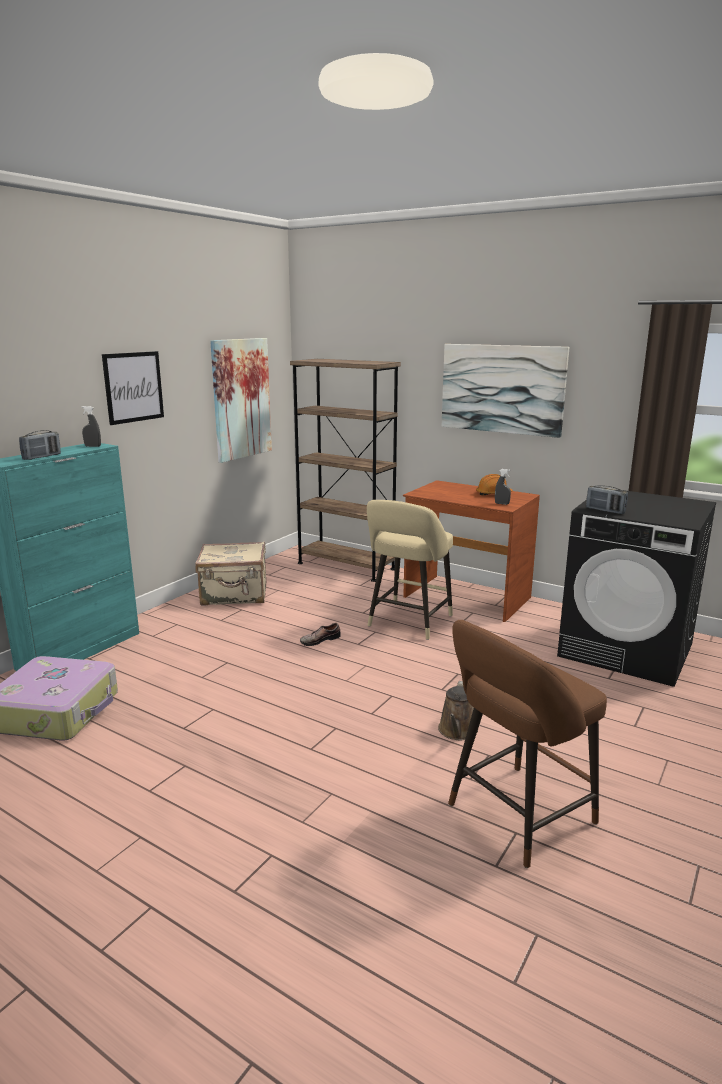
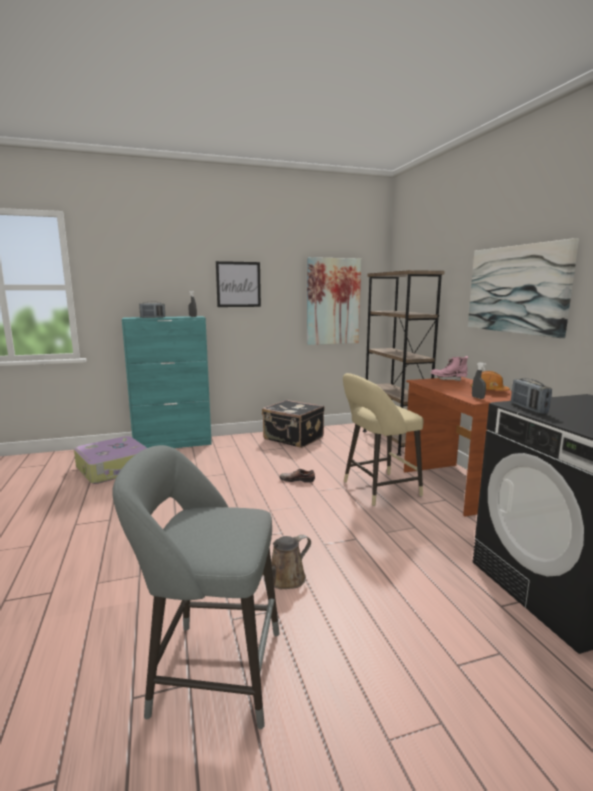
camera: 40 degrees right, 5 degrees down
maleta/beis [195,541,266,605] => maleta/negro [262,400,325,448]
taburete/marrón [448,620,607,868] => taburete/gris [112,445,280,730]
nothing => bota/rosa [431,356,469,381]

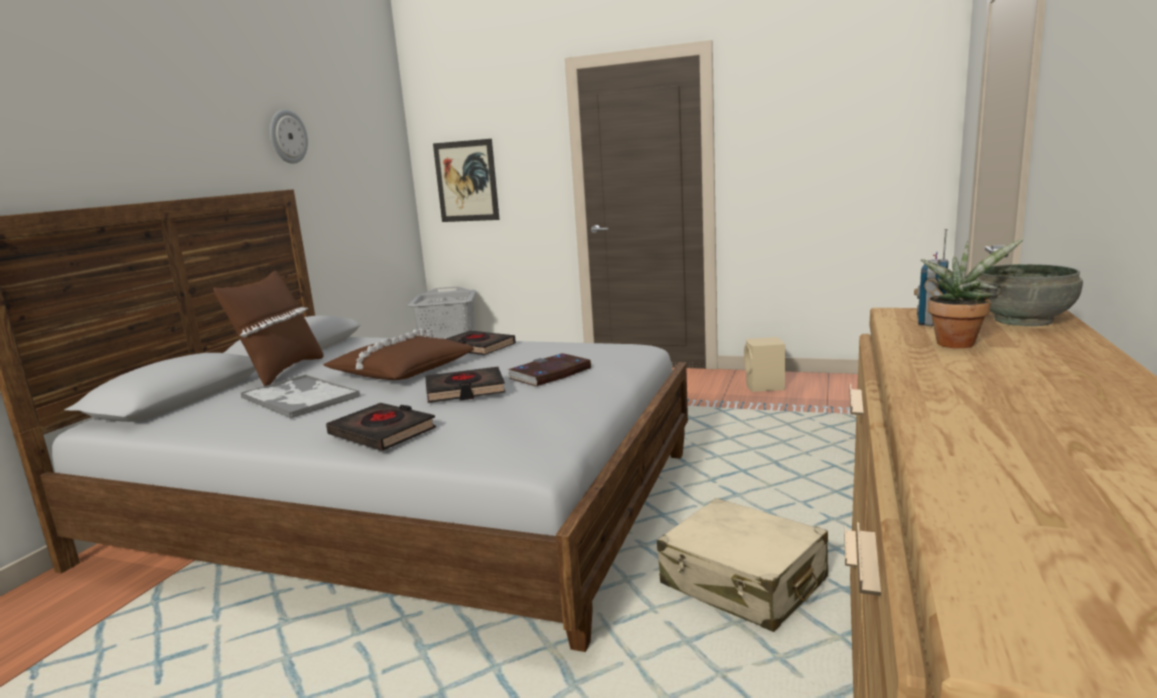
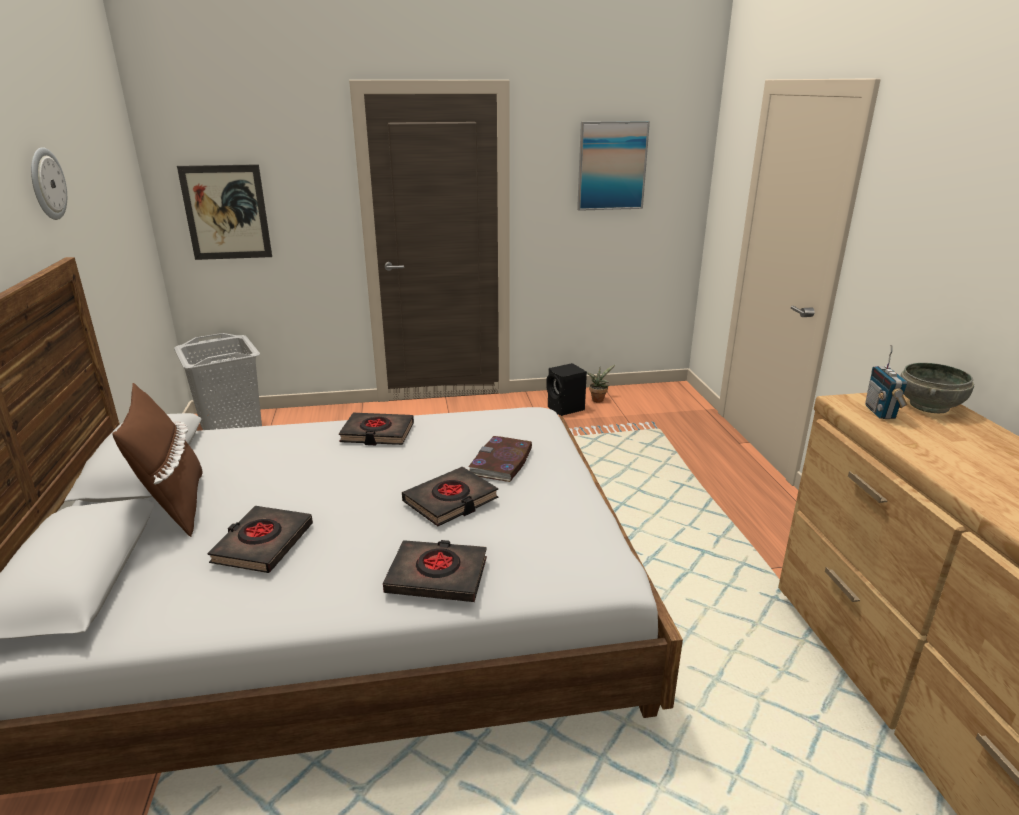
camera: 30 degrees left, 10 degrees up
bandeja [240,374,361,419] => libro/negro [207,506,313,573]
cojín/marrón [323,329,474,380] => nothing
maleta/beis [657,498,828,632] => nothing
altavoz/beis [744,337,785,392] => altavoz/negro [546,363,587,416]
planta en maceta [921,239,1024,348] => planta en maceta [587,364,616,402], relocated
nothing => cuadro [577,121,650,211]

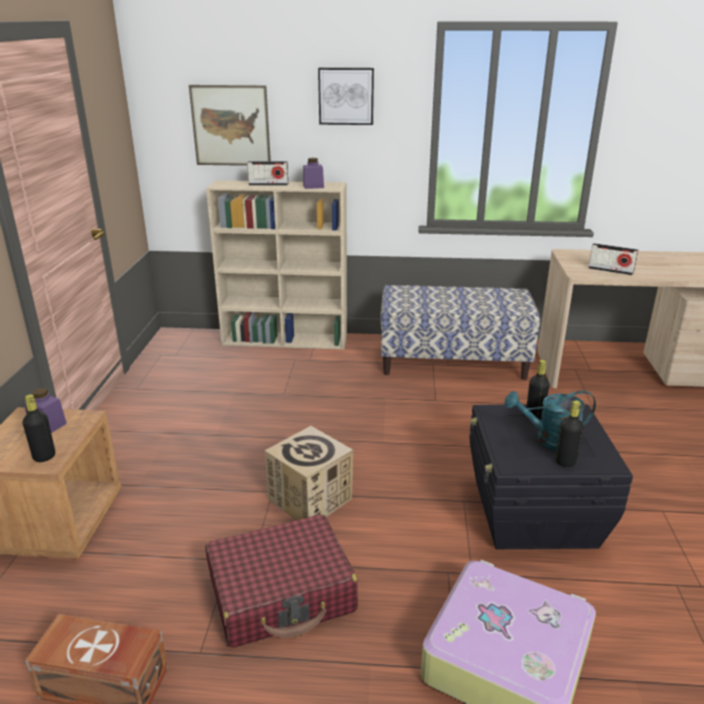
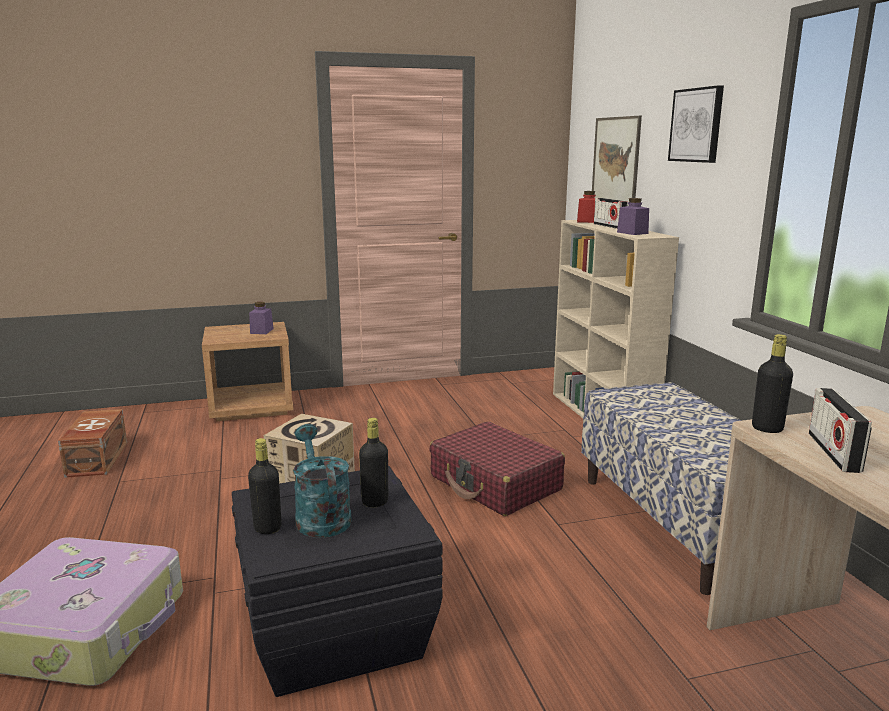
camera: 70 degrees right, 10 degrees down
botella/negro [23,394,55,462] => botella/negro [752,334,793,433], relocated
maleta/rojo [205,514,358,648] => maleta/rojo [429,421,565,516], relocated
nothing => tarro/rojo [577,191,596,223]

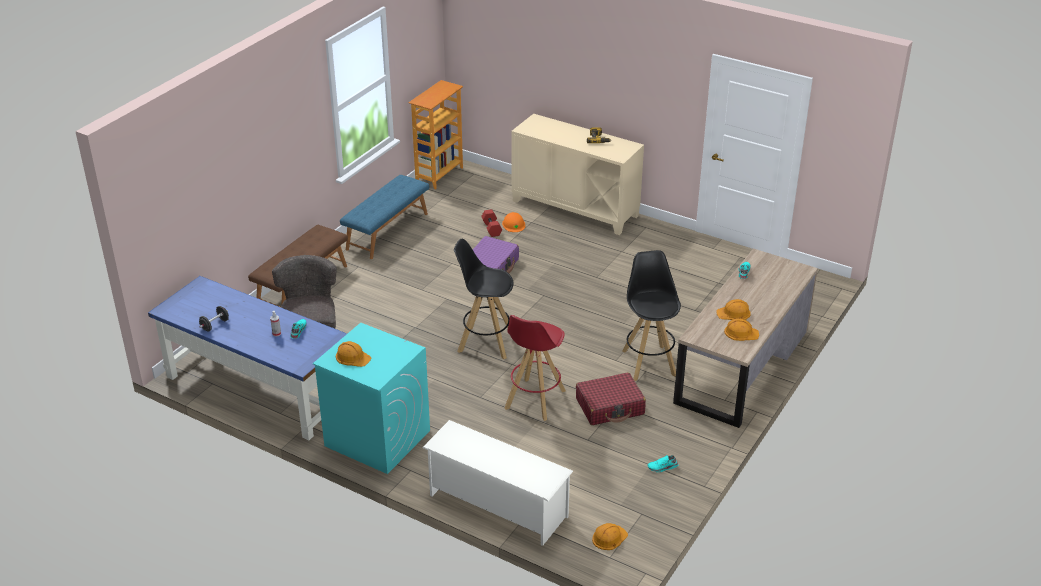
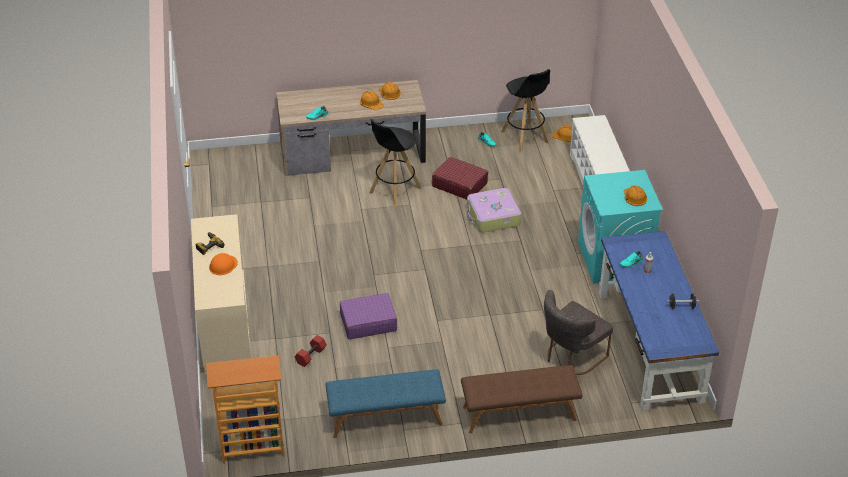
camera: 130 degrees left, 5 degrees up
taburete/negro [454,239,514,359] => taburete/negro [501,69,550,152], relocated
casco/naranja [502,212,525,232] => casco/naranja [209,253,238,275], relocated
taburete/rojo [505,315,566,421] => maleta [467,188,521,233]

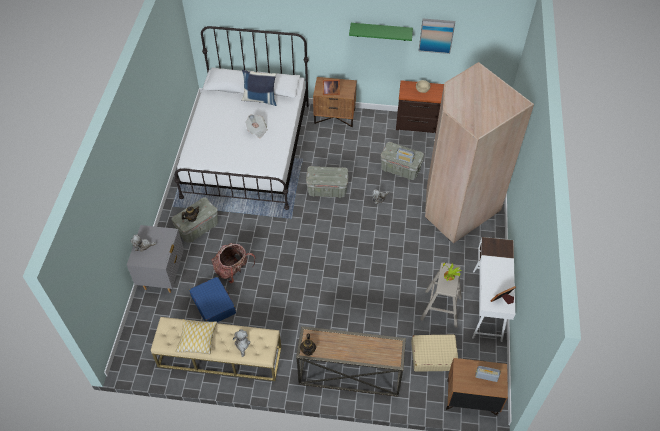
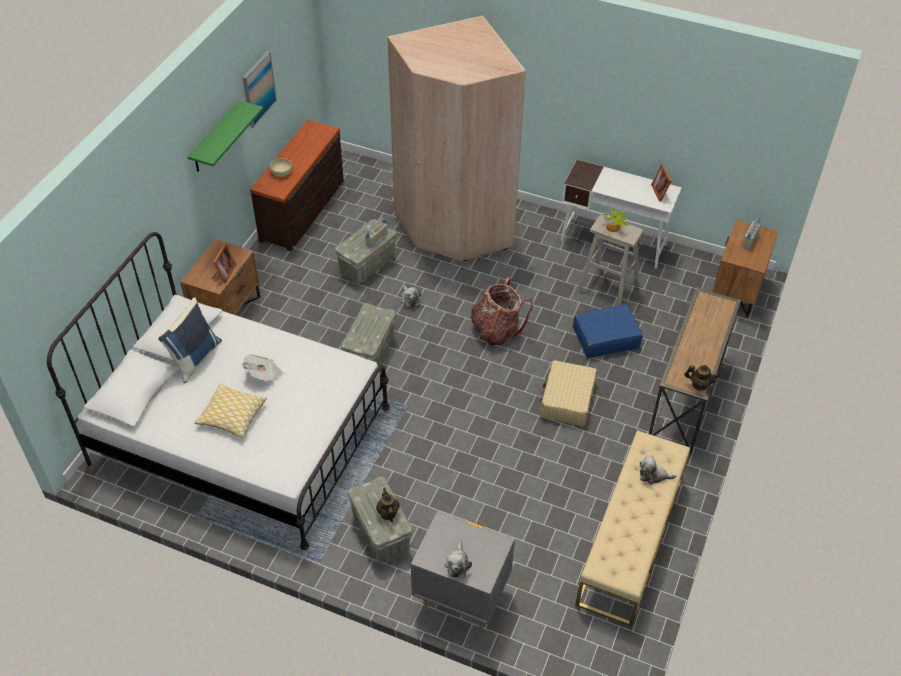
camera: 75 degrees left, 5 degrees down
cojín [175,319,217,355] => cojín [194,384,267,438], relocated
maleta/azul [189,277,236,322] => maleta/azul [573,304,643,358], relocated
mochila [211,243,256,283] => mochila [471,277,533,346], relocated
maleta/beis [411,334,458,372] => maleta/beis [540,360,597,426], relocated

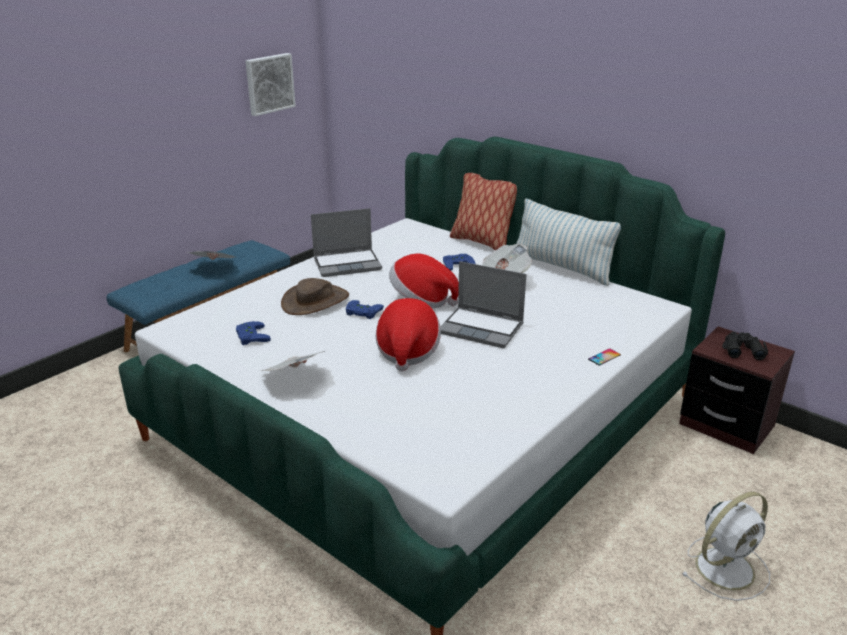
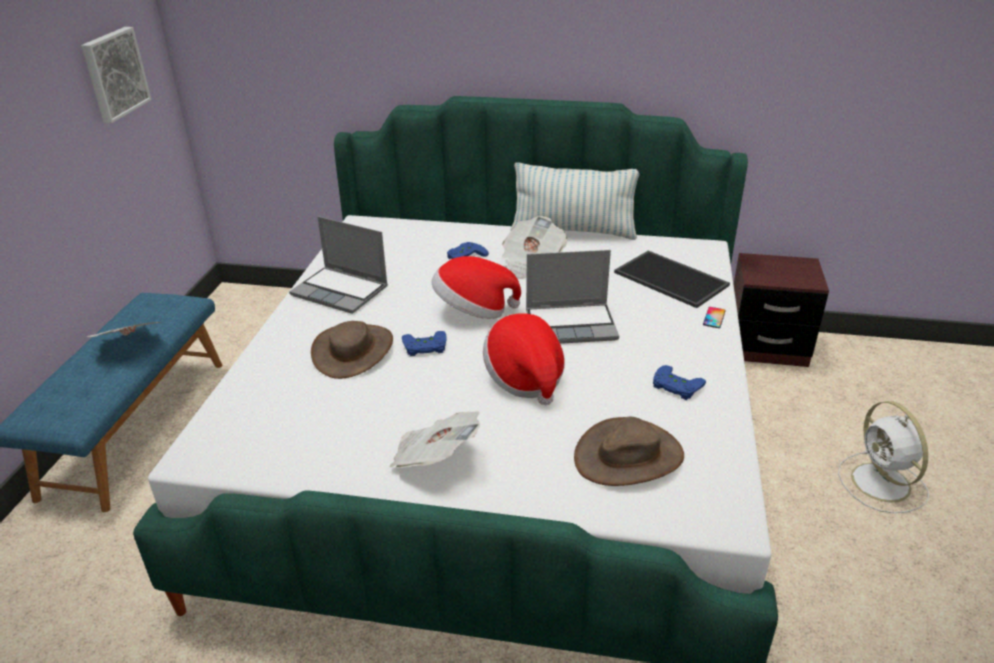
camera: 30 degrees left, 5 degrees up
mando de consola/azul [236,321,271,345] => mando de consola/azul [653,365,706,400], relocated
portátil [311,208,382,277] => portátil [289,216,388,314], 75 degrees clockwise
cojín [450,173,517,250] => nothing
ventilador/blanco [681,492,770,601] => ventilador/blanco [838,401,929,513], 135 degrees clockwise
prismáticos/negro [722,332,768,360] => nothing
nothing => sombrero/marrón [574,417,684,486]
nothing => bandeja [614,251,730,308]

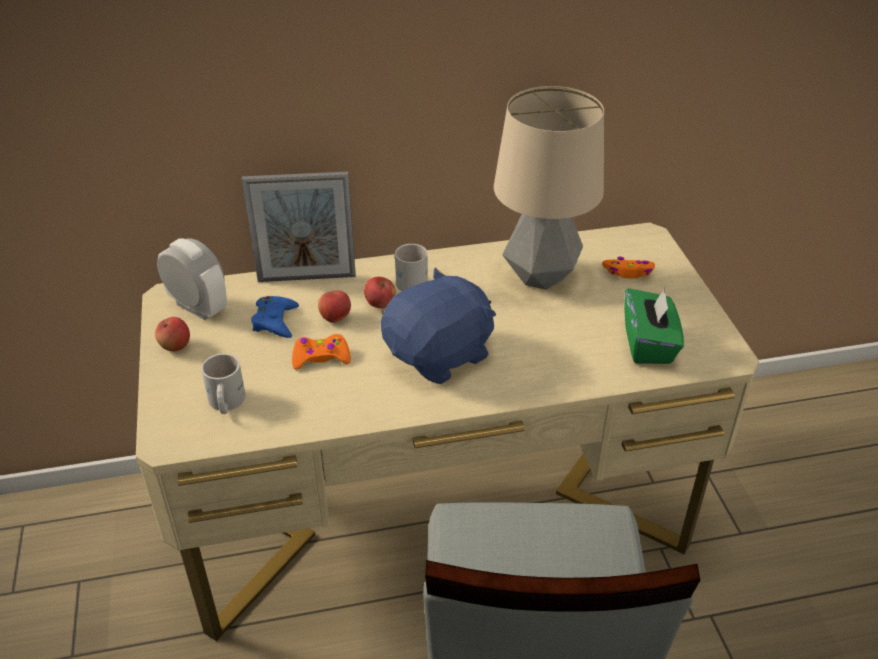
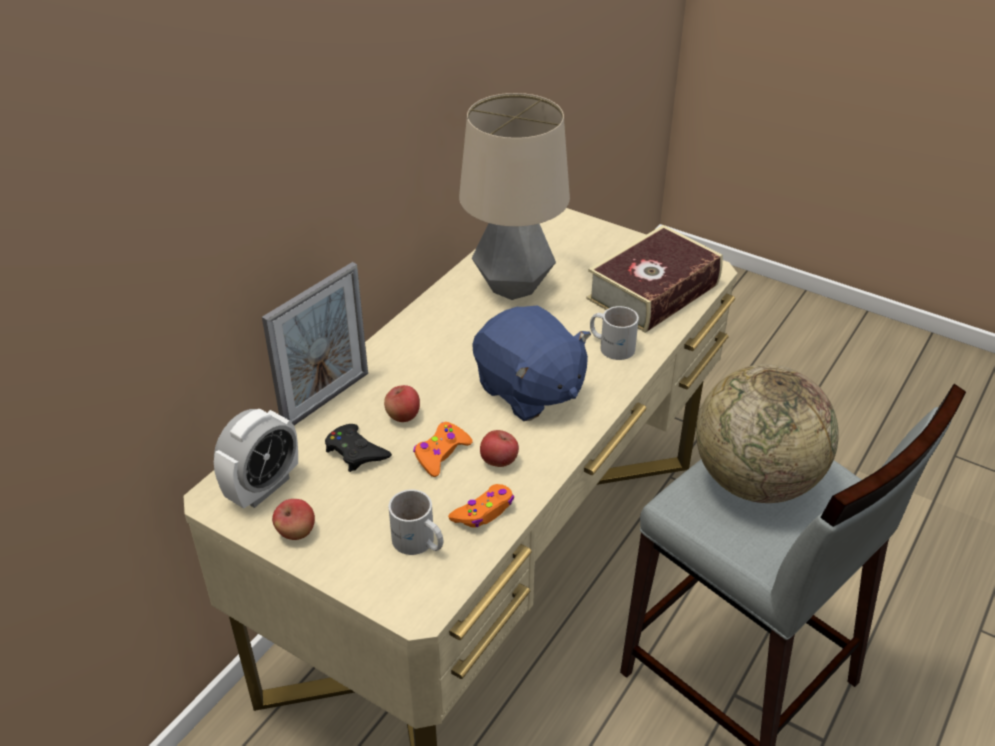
camera: 45 degrees left, 0 degrees up
despertador [157,239,227,320] => despertador [214,409,298,509], 135 degrees clockwise
mando de consola/azul [251,296,299,338] => mando de consola/negro [325,424,392,472]
manzana [364,277,396,308] => manzana [480,430,519,467], relocated
peluche/azul [381,268,496,384] => peluche/azul [472,305,591,421], 135 degrees clockwise
taza grande/blanco [395,244,428,291] => taza grande/blanco [590,306,639,360], relocated
mando de consola/naranja [602,257,655,278] => mando de consola/naranja [448,484,514,528], relocated
caja de pañuelos/verde [624,288,684,364] => libro [587,225,723,333]
nothing => globo terráqueo [696,364,839,503]

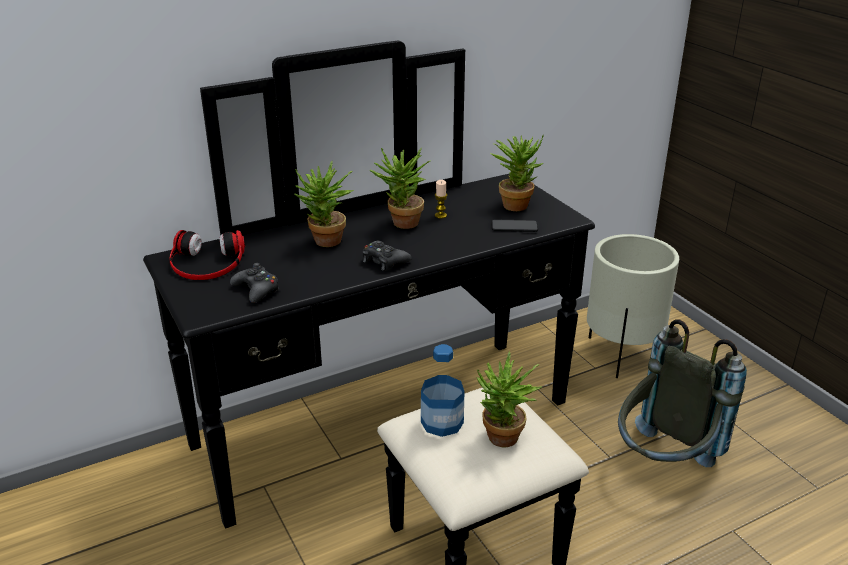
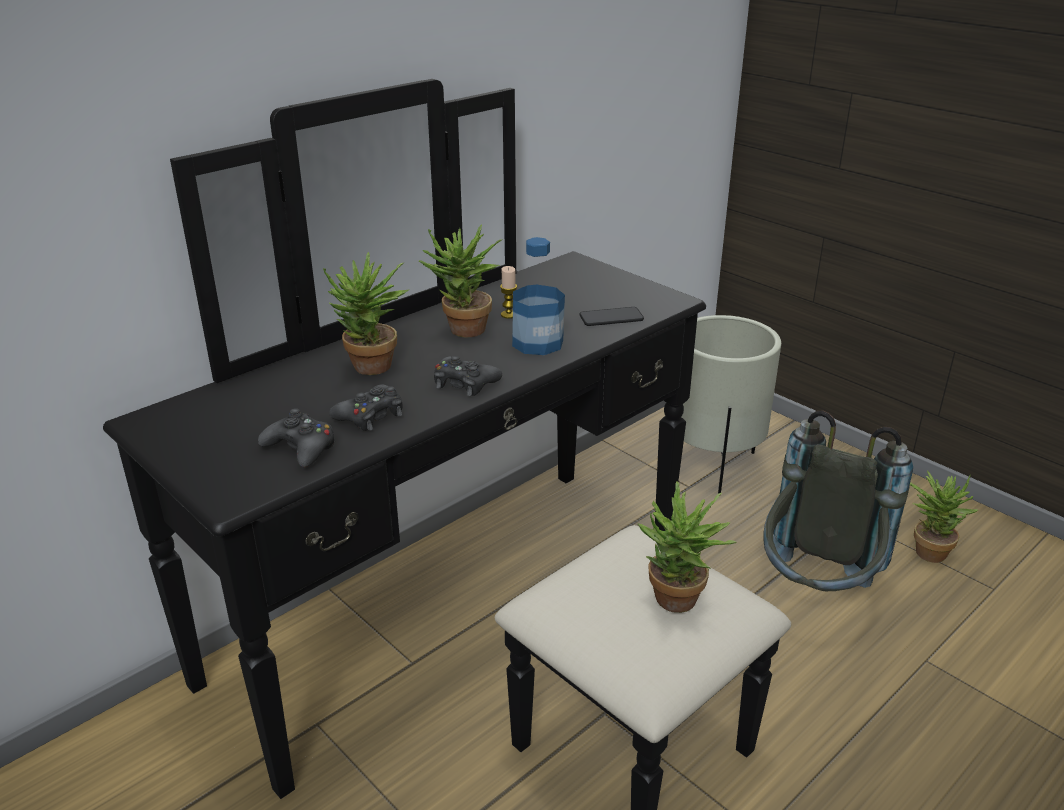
camera: 15 degrees left, 0 degrees up
auriculares [169,230,245,280] => nothing
botella [421,344,464,437] => botella [512,237,565,355], relocated
planta en maceta [490,135,544,211] => planta en maceta [910,470,978,563], relocated
nothing => mando de consola/negro [329,385,402,431]

